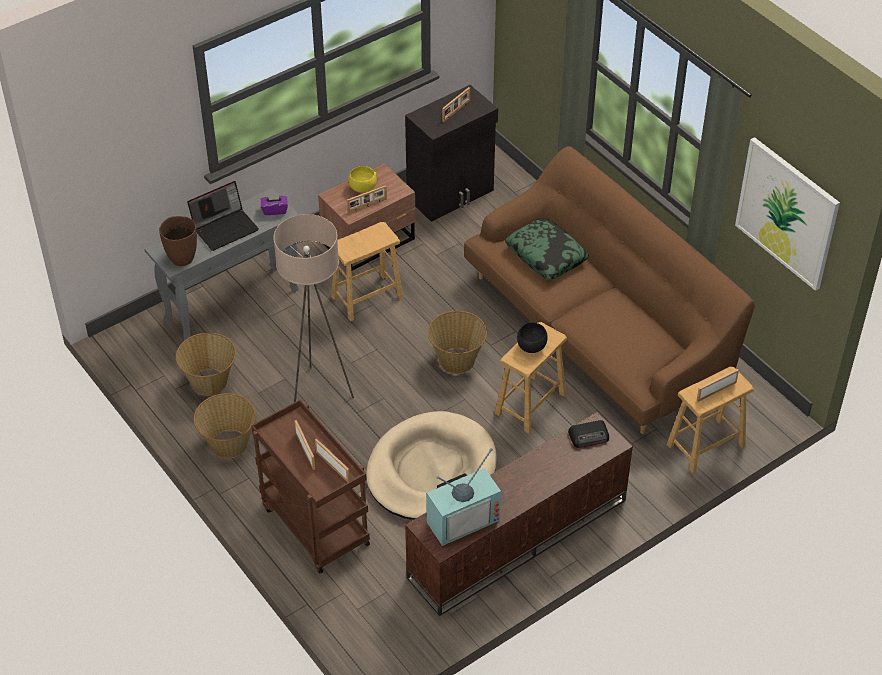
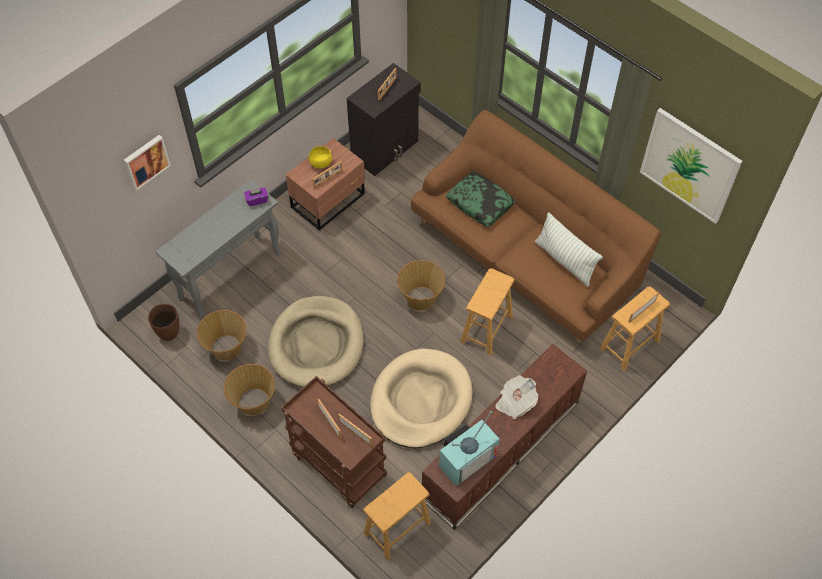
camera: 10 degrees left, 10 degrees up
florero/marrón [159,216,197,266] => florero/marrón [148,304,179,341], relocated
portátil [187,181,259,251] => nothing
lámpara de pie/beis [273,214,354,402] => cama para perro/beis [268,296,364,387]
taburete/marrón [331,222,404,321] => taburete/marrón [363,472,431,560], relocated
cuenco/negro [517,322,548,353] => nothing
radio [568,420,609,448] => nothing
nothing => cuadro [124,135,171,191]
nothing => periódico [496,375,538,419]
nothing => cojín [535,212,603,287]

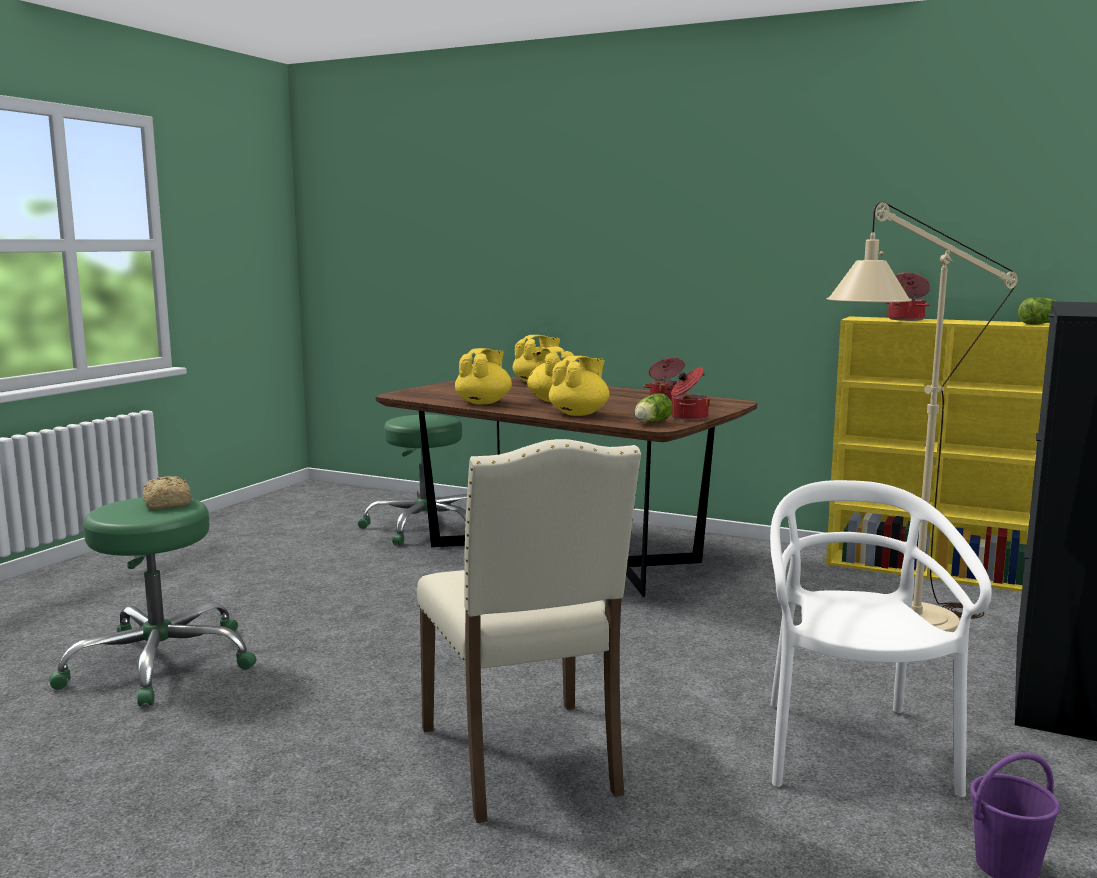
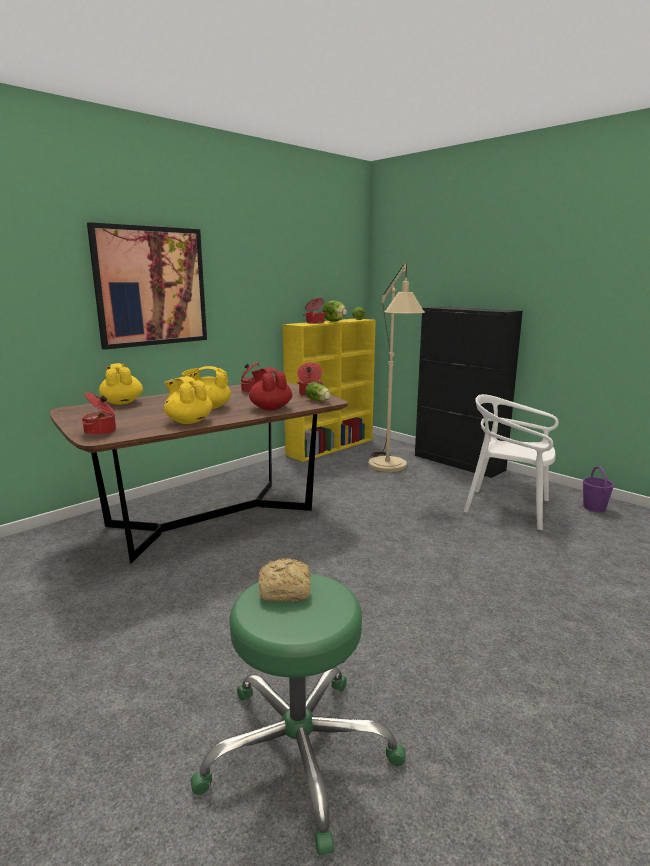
camera: 70 degrees left, 5 degrees up
taburete/verde [358,415,467,545] => nothing
silla/beis [417,439,641,823] => nothing
tetera/amarillo [549,356,609,416] => tetera/rojo [249,367,292,410]
nothing => olla [82,392,116,436]
nothing => cuadro [87,222,207,350]
nothing => lechuga [322,300,347,322]

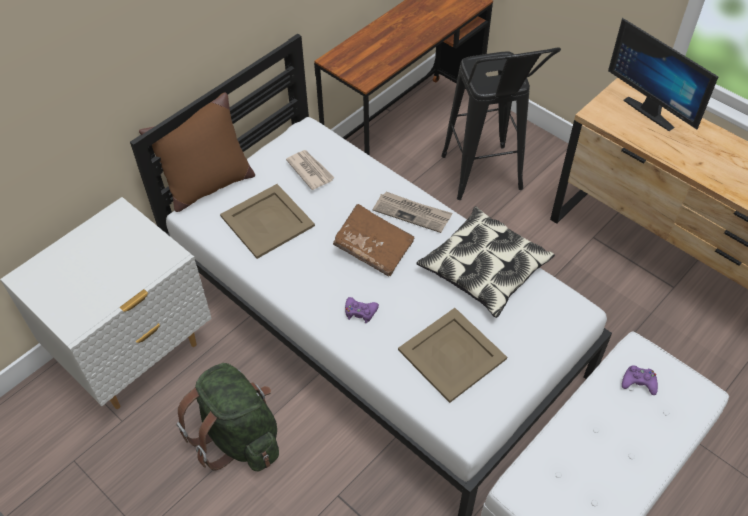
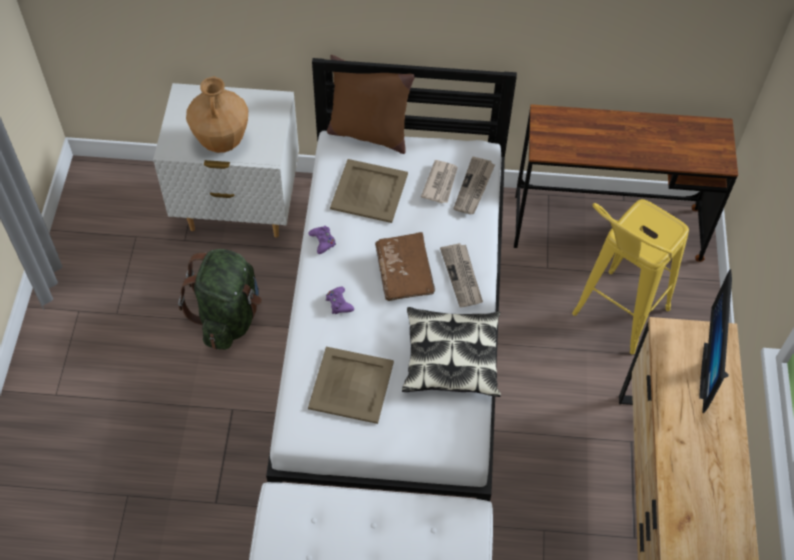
camera: 50 degrees right, 5 degrees up
taburete/negro [441,47,561,200] => taburete/amarillo [572,199,689,354]
mando de consola/morado [622,366,658,395] => mando de consola/morado [309,226,336,254], relocated
nothing => florero/marrón [186,76,248,153]
nothing => periódico [453,157,495,214]

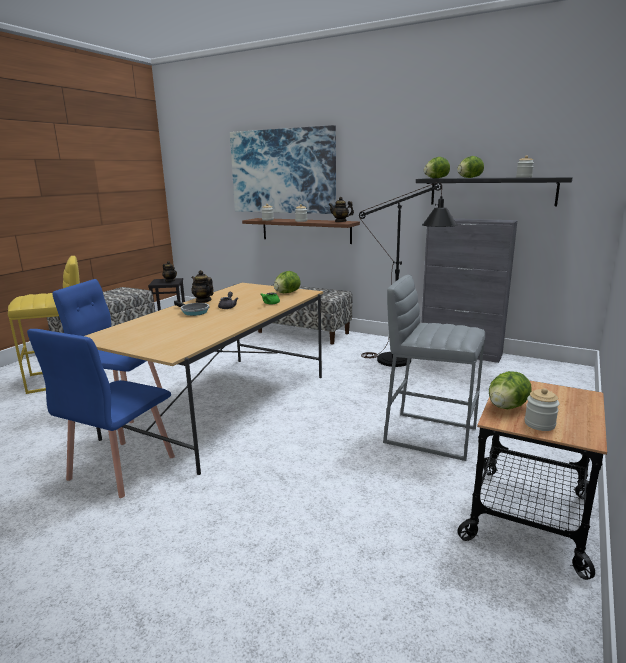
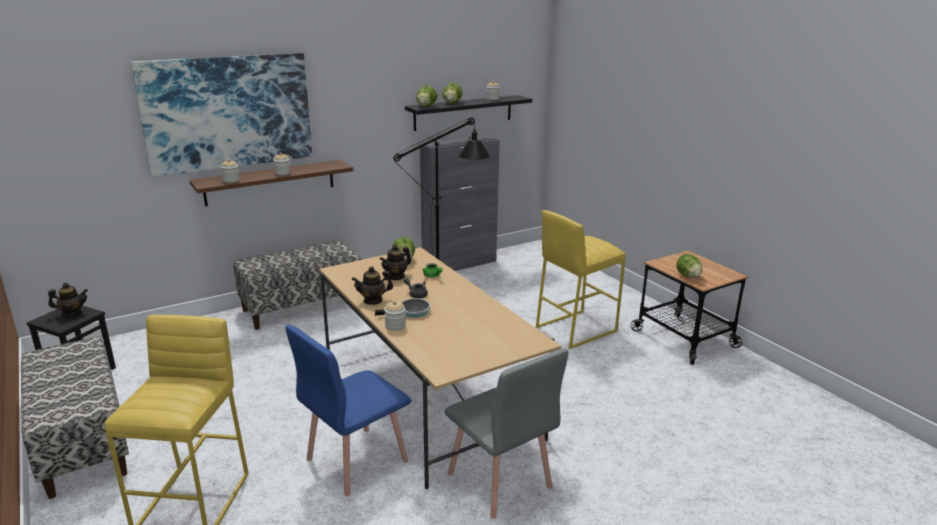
camera: 60 degrees left, 5 degrees up
silla/azul [27,329,175,498] => silla/gris [444,348,568,519]
tetera [328,197,354,222] => tetera [380,245,411,280], relocated
taburete/gris [383,275,485,461] => taburete/amarillo [536,210,626,349]
tarro [525,388,560,431] => tarro [384,301,406,331], relocated

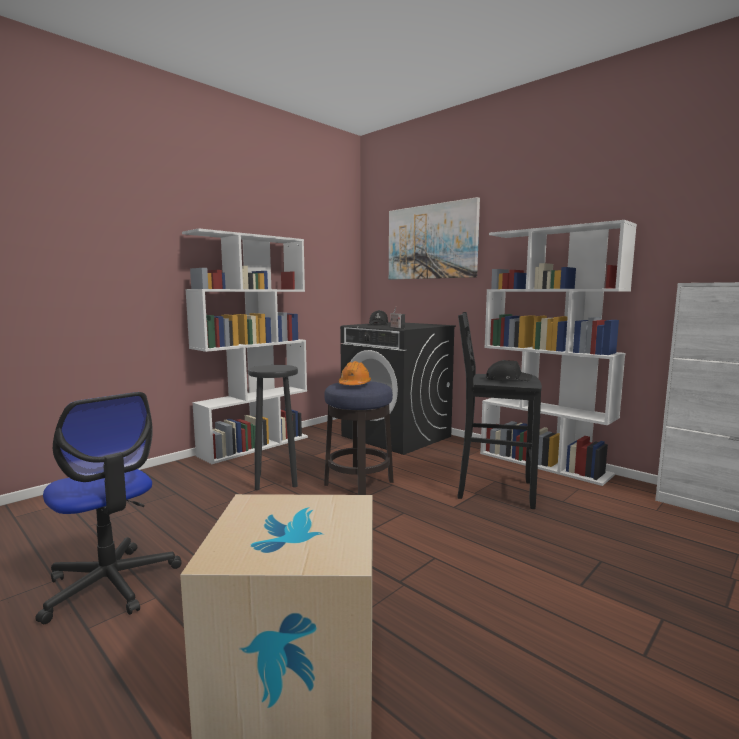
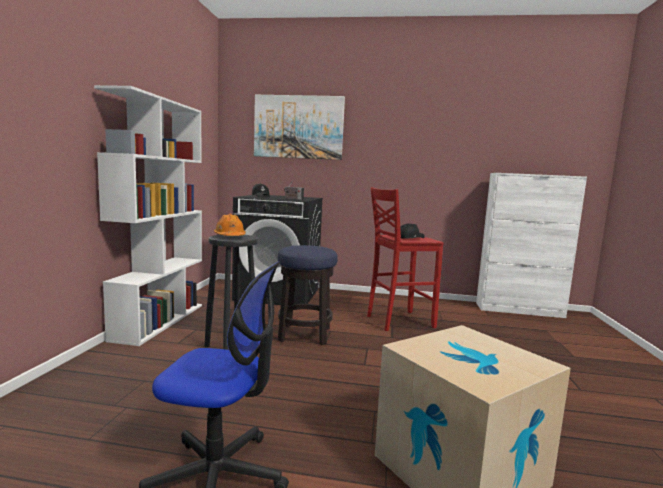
camera: 35 degrees left, 0 degrees up
casco/naranja [339,361,371,385] => casco/naranja [214,214,246,236], relocated
taburete/negro [457,312,542,509] => taburete/rojo [367,187,444,331]
estantería/blanco [480,220,637,486] => nothing

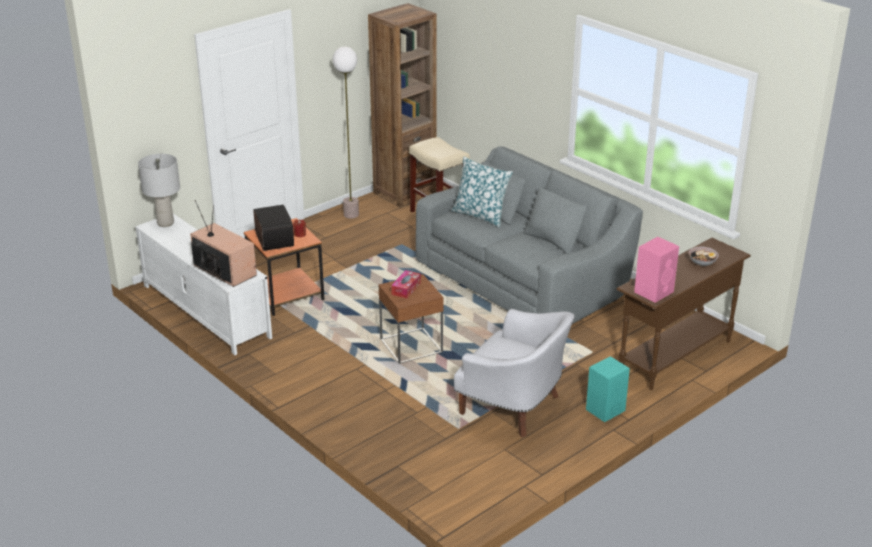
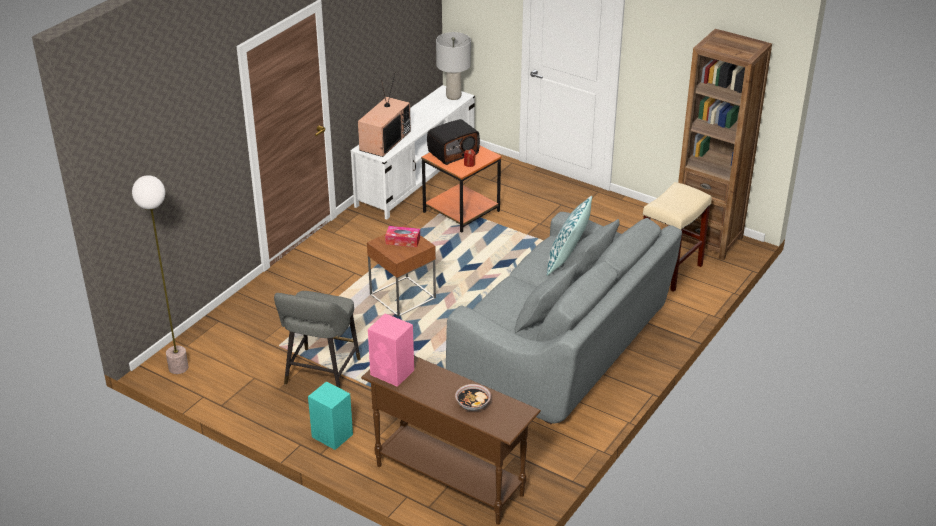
camera: 75 degrees right, 5 degrees up
lámpara de pie [333,46,359,219] => lámpara de pie [132,175,188,374], relocated
sillón/blanco [454,309,575,437] => taburete/gris [274,291,360,389]

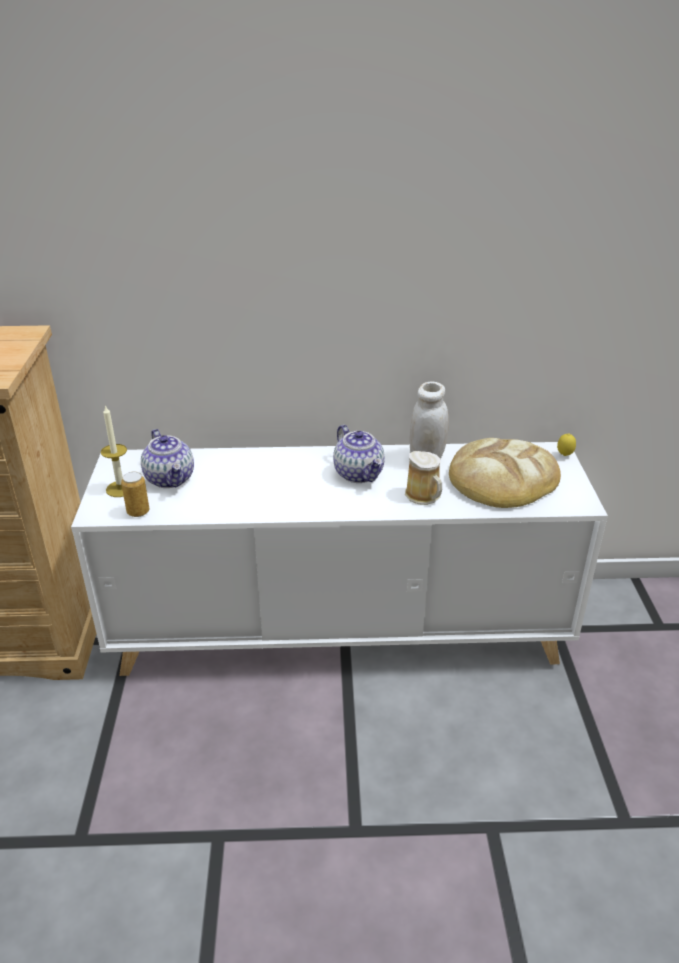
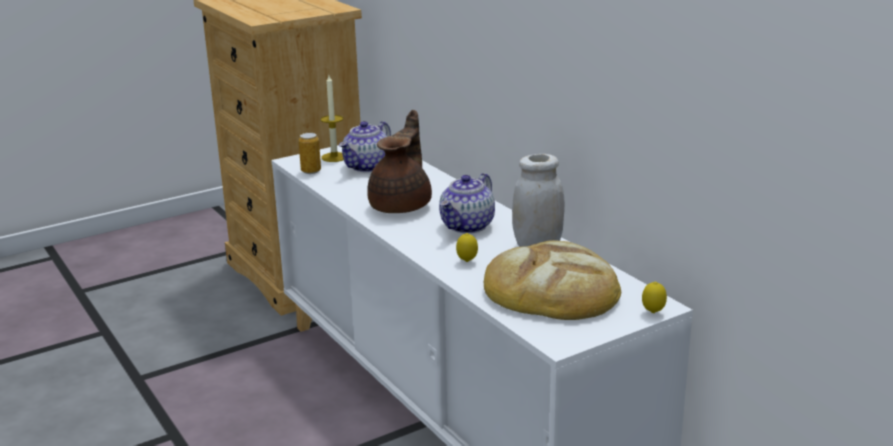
camera: 60 degrees right, 10 degrees down
taza grande [405,451,442,505] => limón [456,233,478,262]
nothing => tetera/marrón [367,110,432,213]

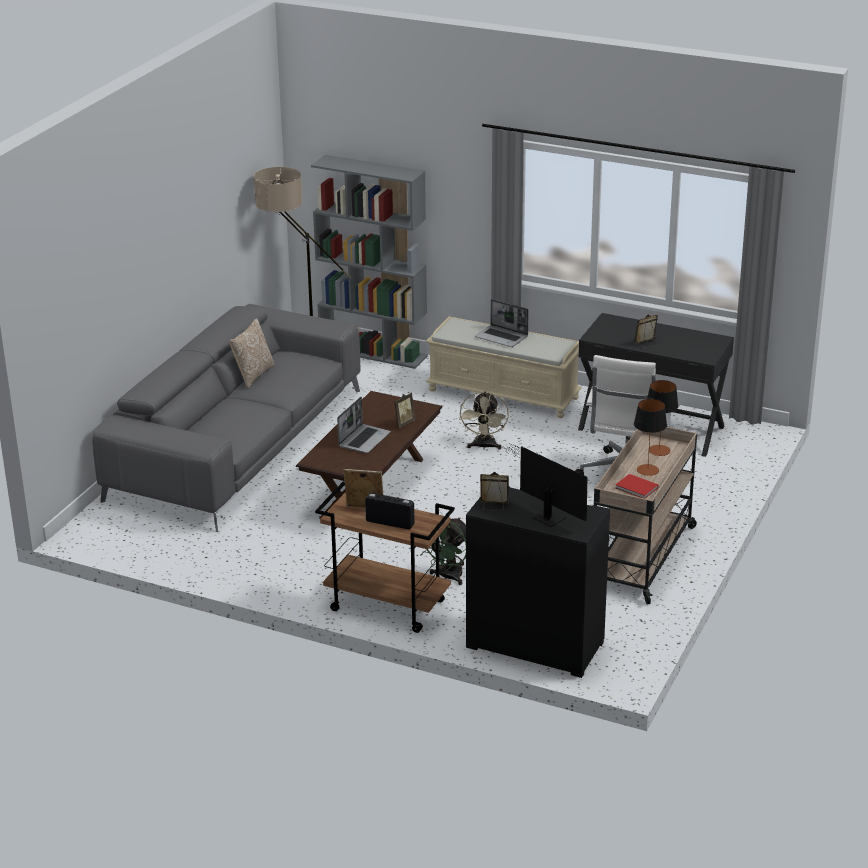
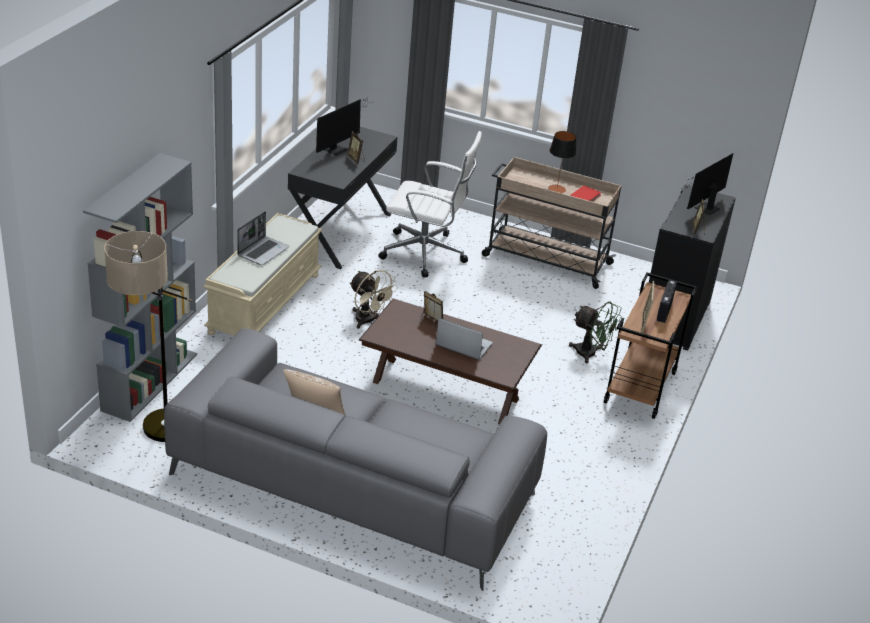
camera: 95 degrees left, 5 degrees up
ventilador/beis [459,391,509,450] => ventilador/beis [350,270,398,329], 45 degrees clockwise
lámpara de mesa [647,380,679,456] => nothing
nothing => monitor [316,97,371,156]

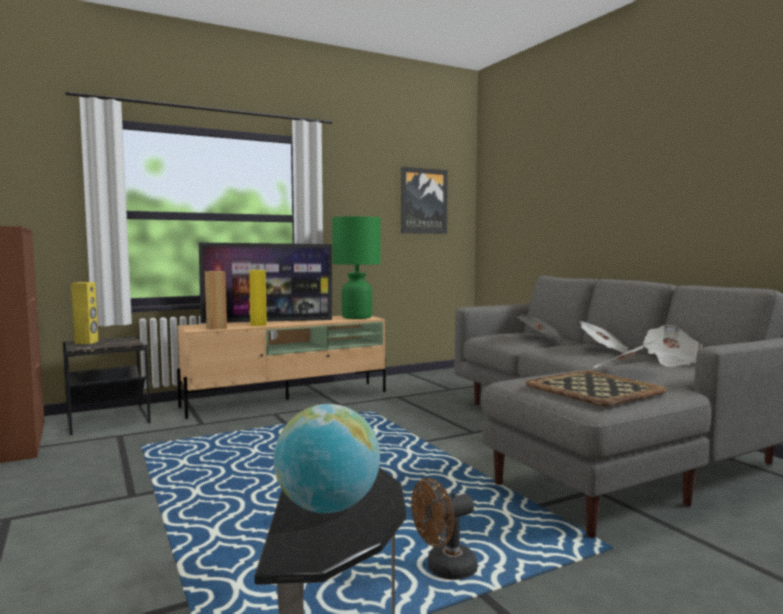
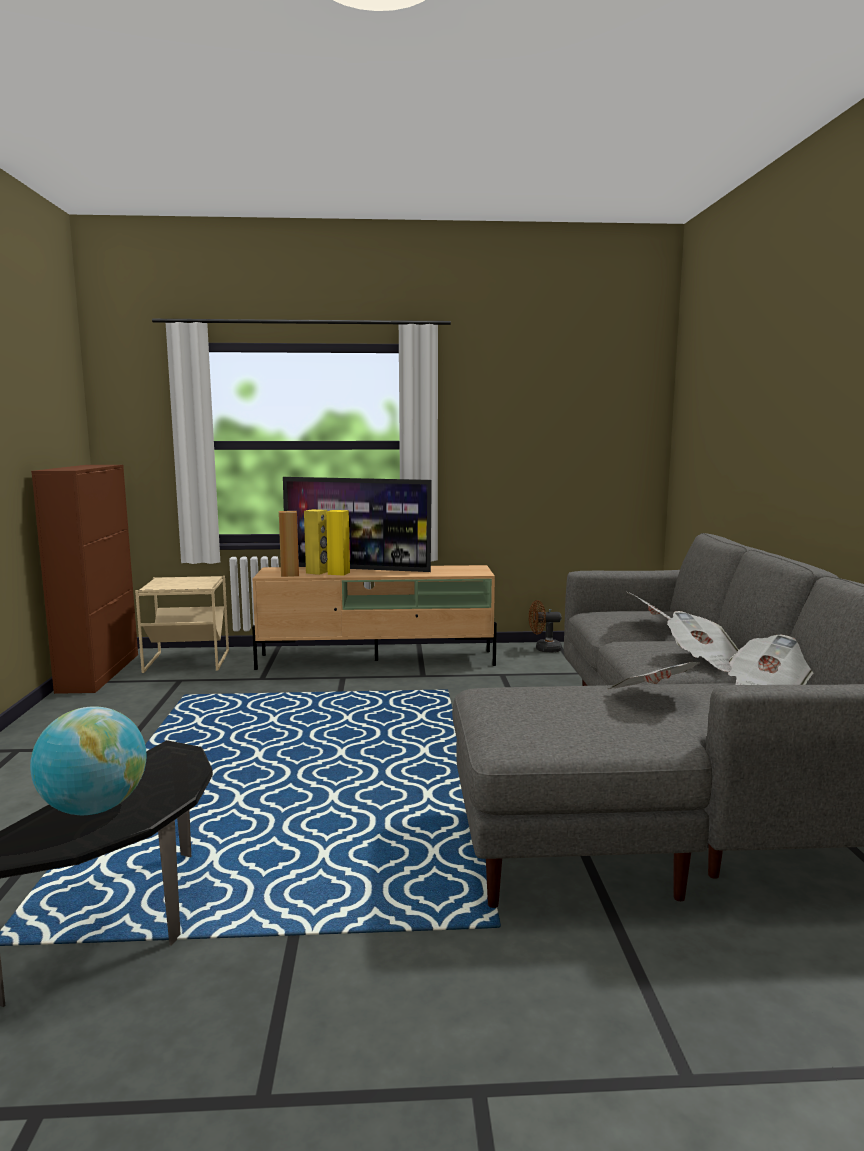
camera: 25 degrees right, 5 degrees up
mesa auxiliar/negro [63,336,151,435] => mesa auxiliar/beis [135,576,229,673]
altavoz/amarillo [71,282,98,344] => altavoz/amarillo [304,509,328,575], relocated
lámpara de mesa/verde [332,216,381,319] => nothing
cuadro [401,167,448,234] => nothing
ventilador/marrón [411,478,478,580] => ventilador/marrón [529,600,562,652], relocated
bandeja [526,370,667,406] => nothing

